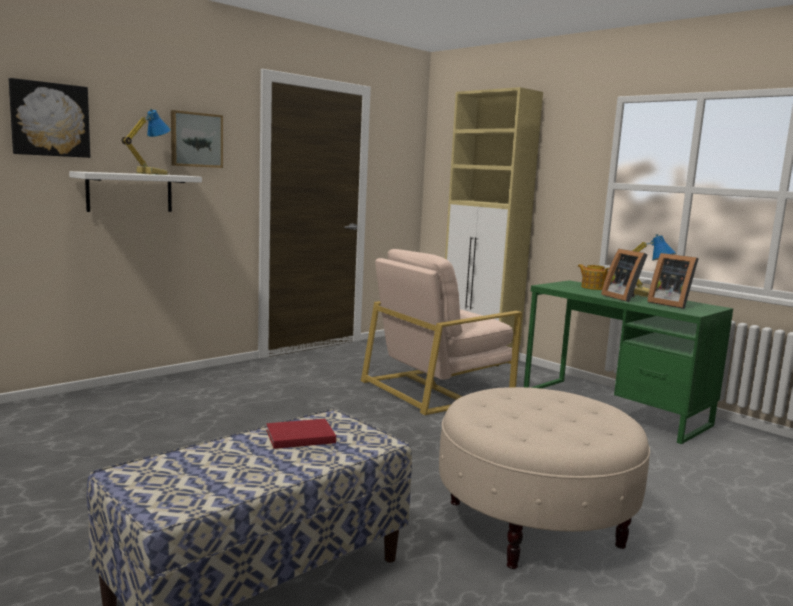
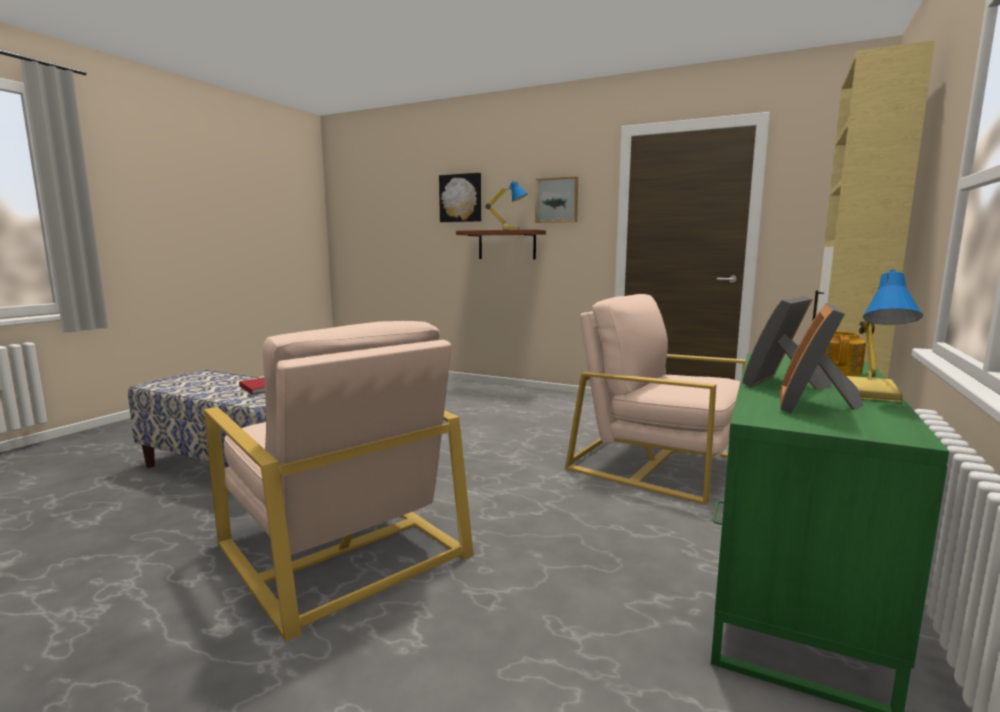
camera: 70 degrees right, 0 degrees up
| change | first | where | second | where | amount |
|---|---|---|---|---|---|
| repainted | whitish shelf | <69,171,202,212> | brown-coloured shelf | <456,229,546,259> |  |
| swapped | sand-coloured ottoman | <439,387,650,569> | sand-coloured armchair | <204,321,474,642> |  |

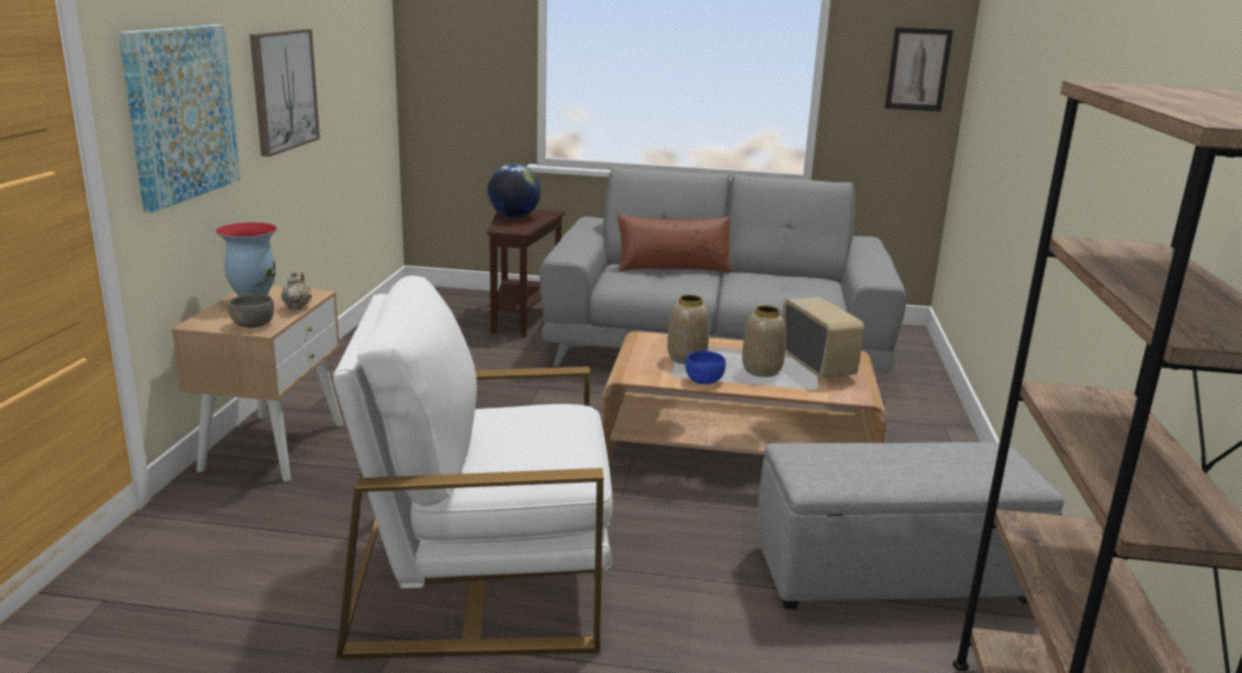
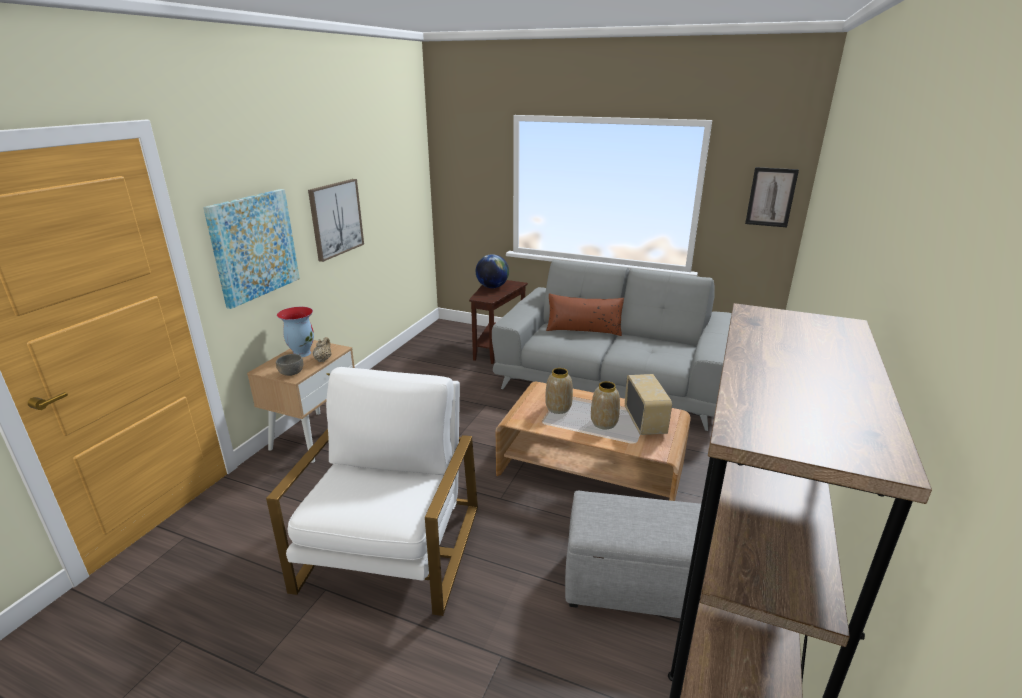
camera: 15 degrees right, 5 degrees up
| change | first | where | second | where | amount |
|---|---|---|---|---|---|
| rotated | whitish armchair | <333,276,613,659> |  | <266,367,478,616> | 90 degrees clockwise |
| gone | blue bowl | <685,351,726,384> |  |  |  |

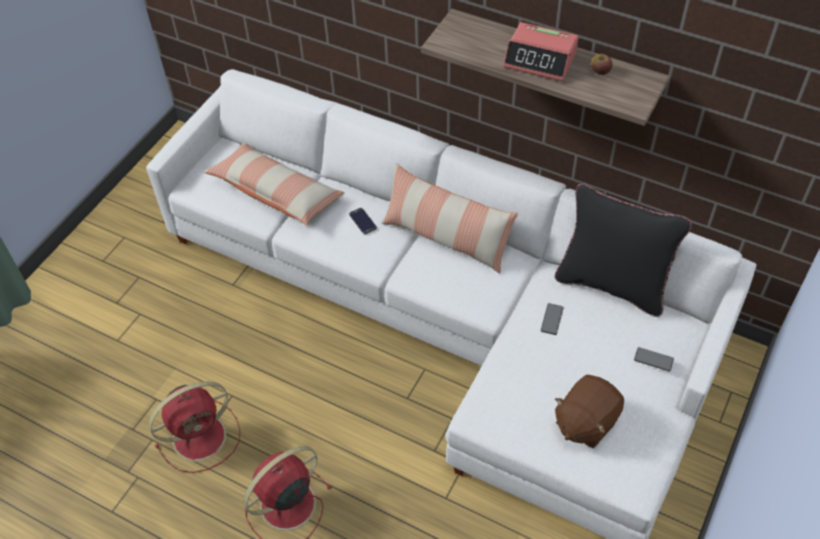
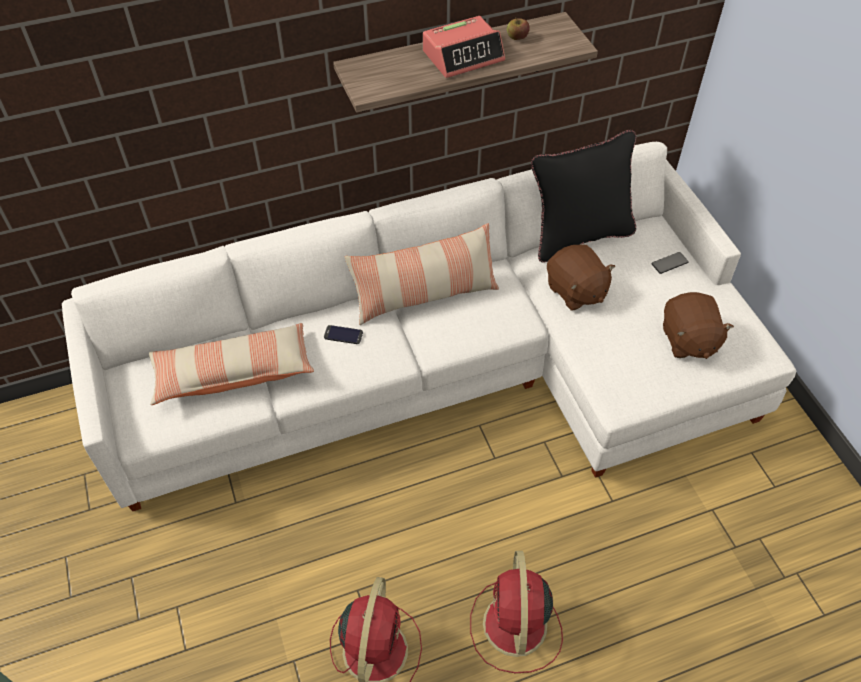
camera: 50 degrees left, 0 degrees up
| change | first | where | second | where | amount |
|---|---|---|---|---|---|
| swapped | telephone | <541,303,563,335> | brown-coloured plush toy | <547,244,615,311> |  |

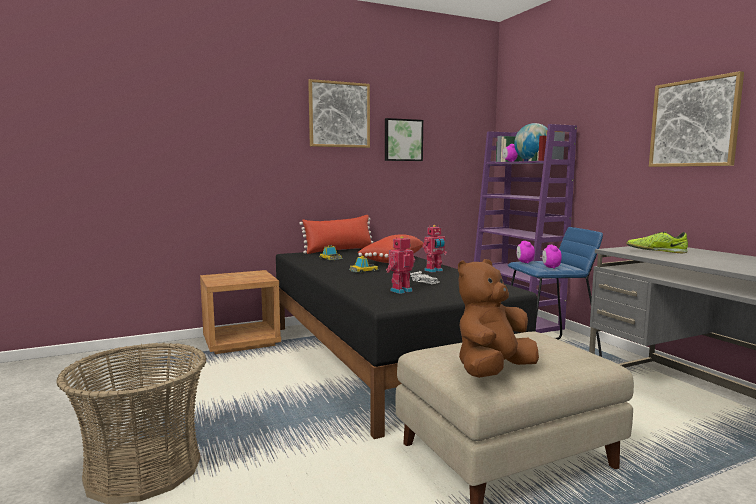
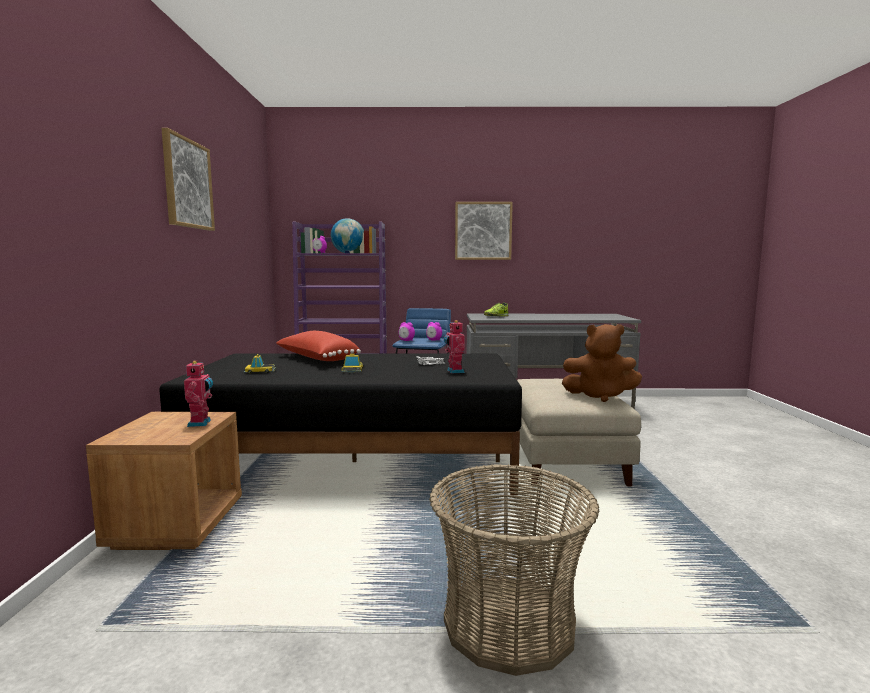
camera: 65 degrees left, 0 degrees up
| change | first | where | second | where | amount |
|---|---|---|---|---|---|
| gone | wall art | <385,118,423,161> |  |  |  |
| gone | red throw pillow | <299,215,373,254> |  |  |  |
| shifted | toy robot | <423,225,447,273> |  | <184,360,213,427> |  |
| rotated | brown-coloured plush toy | <458,259,539,378> |  | <562,324,642,402> | 60 degrees counterclockwise |

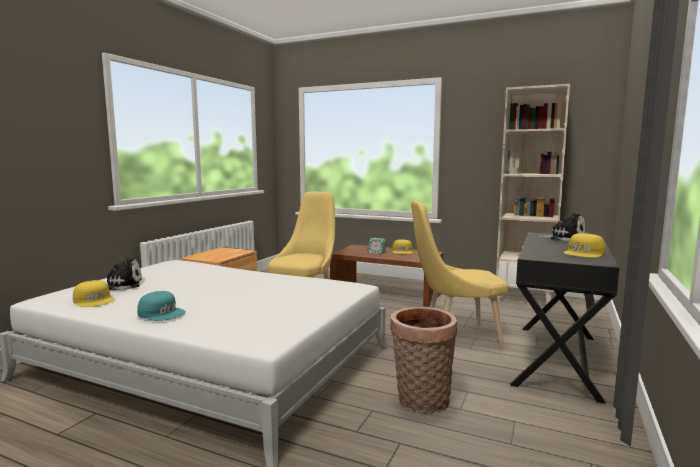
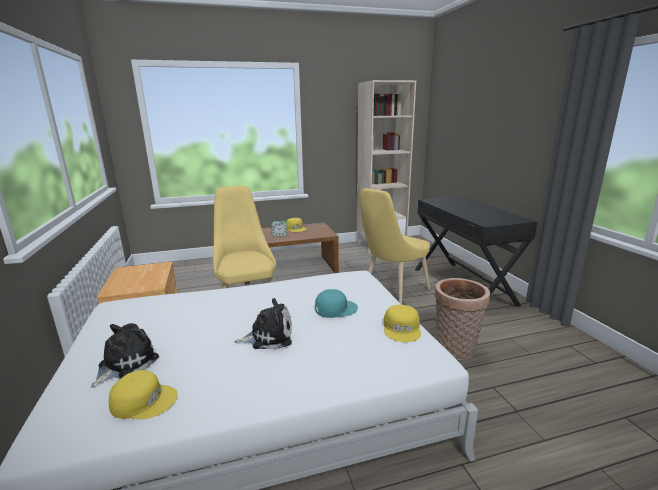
camera: 40 degrees left, 10 degrees up
| change | first | where | second | where | amount |
|---|---|---|---|---|---|
| shifted | plush toy | <537,213,586,242> |  | <234,298,292,350> |  |
| shifted | yellow cap | <563,233,605,258> |  | <384,305,421,342> |  |
| shifted | blue-green cap | <137,291,186,321> |  | <315,289,358,318> |  |

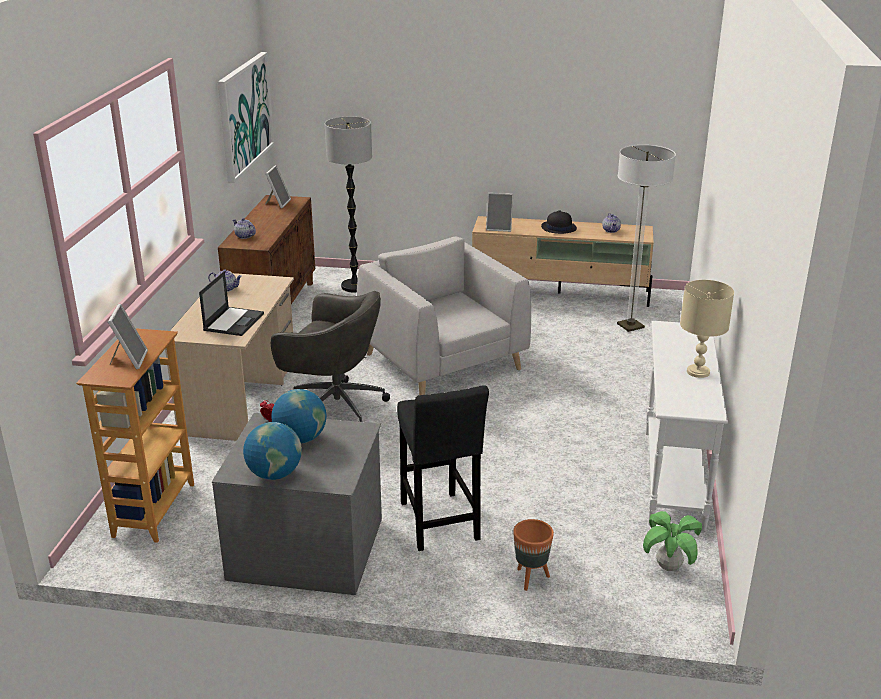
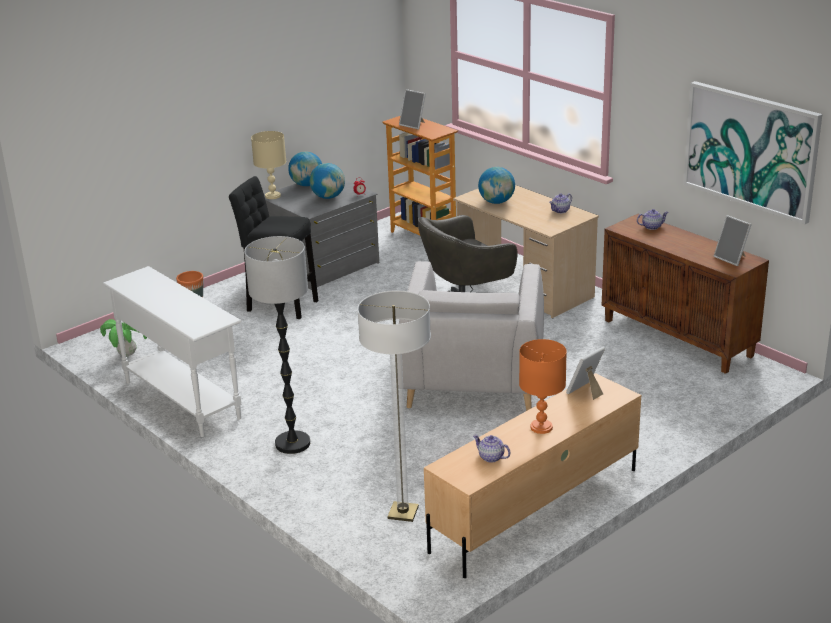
camera: 130 degrees right, 0 degrees up
| change | first | where | second | where | amount |
|---|---|---|---|---|---|
| shifted | standing lamp | <325,117,372,293> |  | <244,236,310,454> |  |
| swapped | black-coloured hat | <541,210,577,234> | orange lamp for a table | <519,339,567,434> |  |
| rotated | grey armchair | <357,237,531,395> |  | <399,261,544,411> | 90 degrees clockwise |
| swapped | laptop | <199,271,264,336> | world globe | <478,167,515,204> |  |
| shifted | sand-coloured lamp for a table | <680,280,734,378> |  | <251,131,286,199> |  |

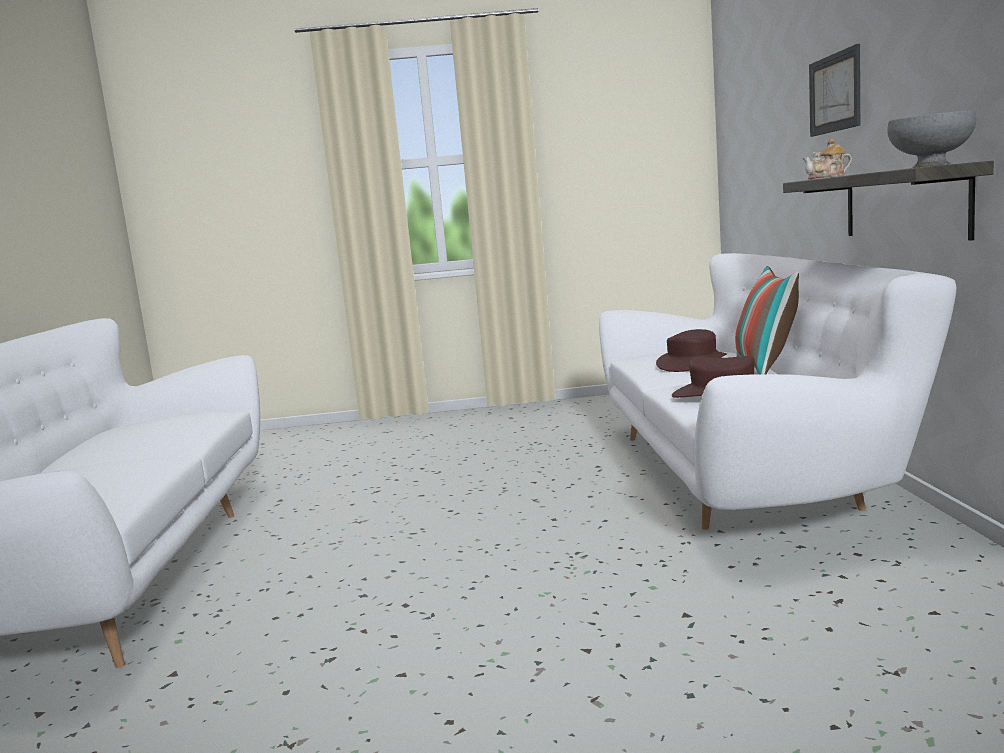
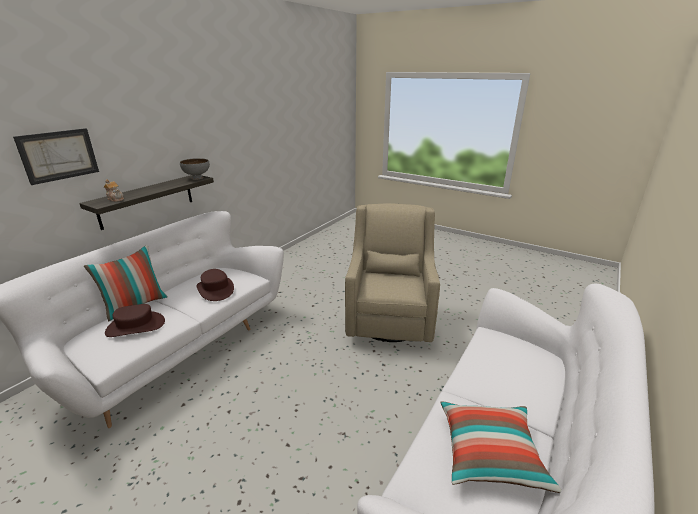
camera: 145 degrees left, 15 degrees up
| change | first | where | second | where | amount |
|---|---|---|---|---|---|
| new |  |  | sand-coloured armchair | <345,203,440,342> |  |
| new |  |  | throw pillow | <440,401,561,493> |  |

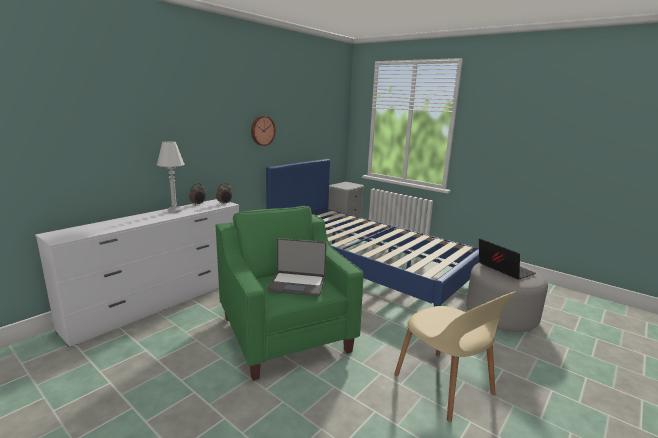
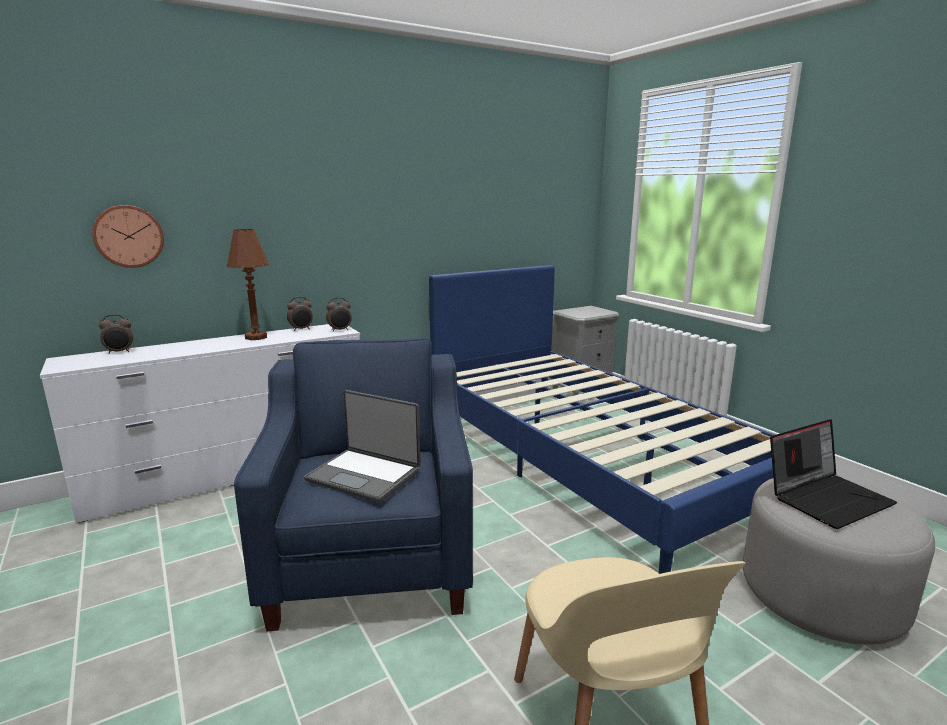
camera: 20 degrees right, 0 degrees up
| change | first | where | second | where | amount |
|---|---|---|---|---|---|
| shifted | clock on the wall | <251,116,276,146> |  | <92,205,164,268> |  |
| repainted | whitish lamp for a table | <157,141,185,213> | brown-coloured lamp for a table | <226,229,269,340> |  |
| repainted | green armchair | <216,206,364,381> | blue armchair | <234,338,473,631> |  |
| rotated | laptop | <479,238,536,280> |  | <770,419,897,529> | 75 degrees clockwise |
| new |  |  | table clock | <99,314,133,354> |  |

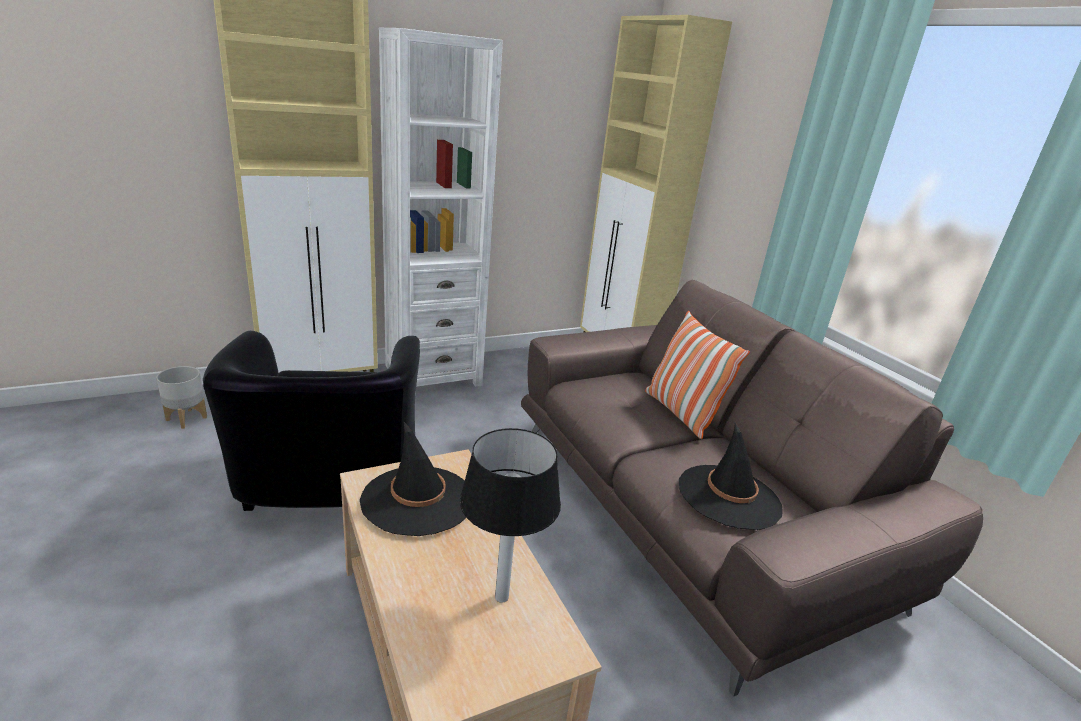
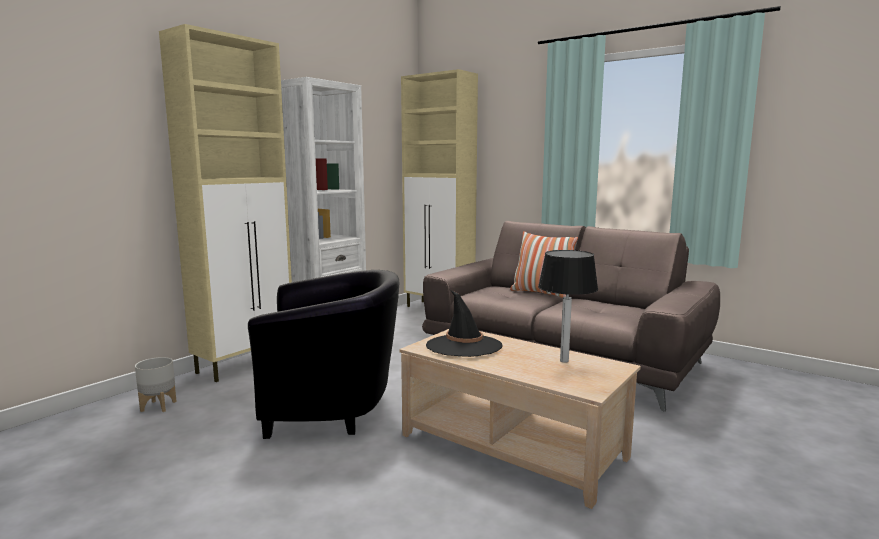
camera: 25 degrees left, 15 degrees down
| change | first | where | second | where | amount |
|---|---|---|---|---|---|
| rotated | black-coloured armchair | <203,331,420,511> |  | <248,270,399,439> | 60 degrees counterclockwise |
| gone | black-coloured hat | <679,422,783,530> |  |  |  |

